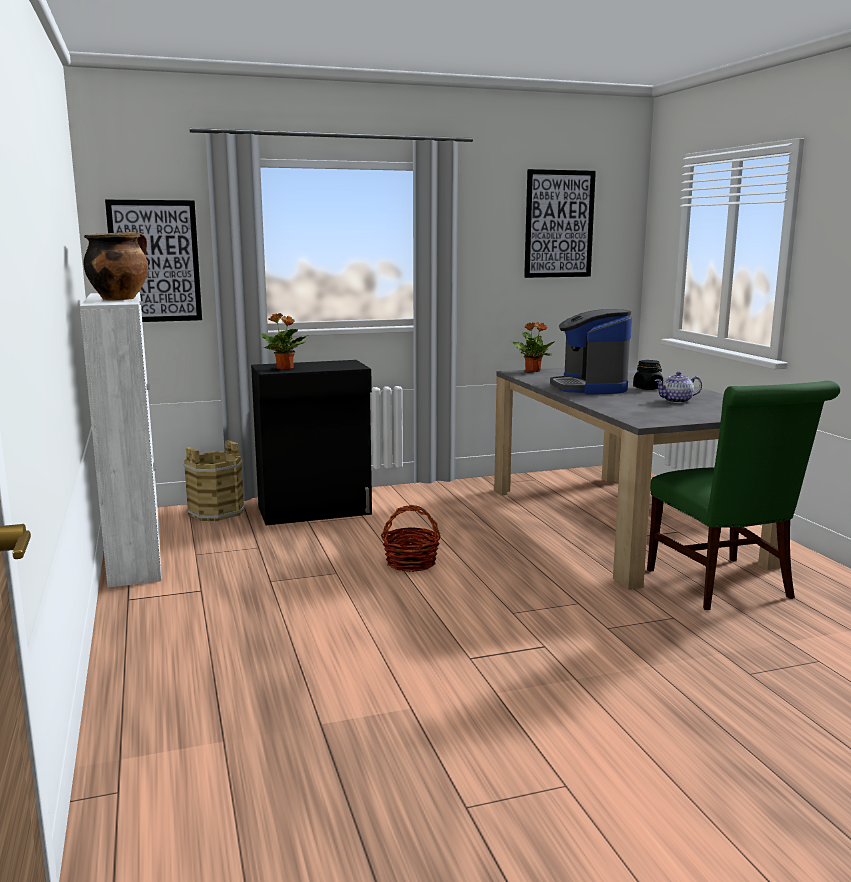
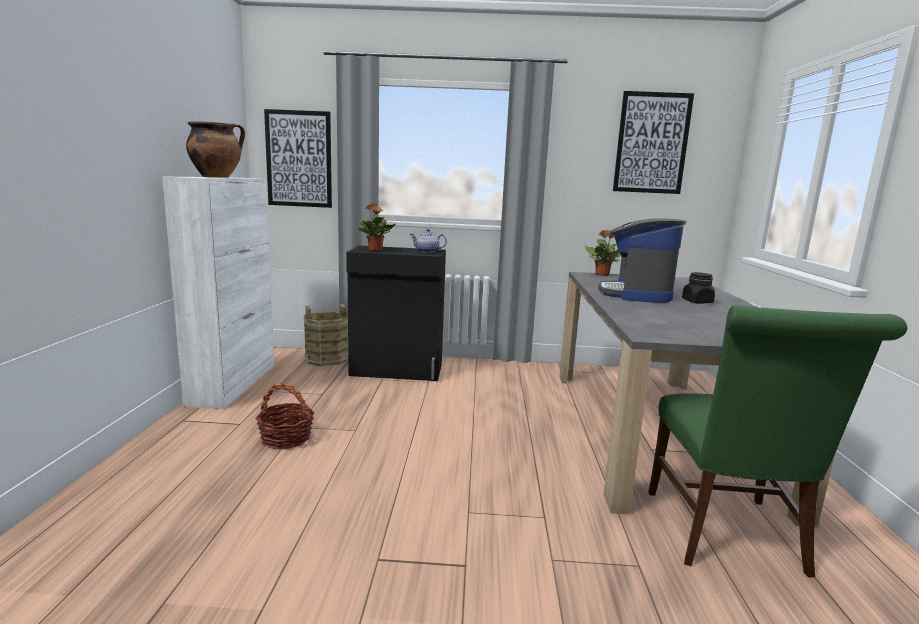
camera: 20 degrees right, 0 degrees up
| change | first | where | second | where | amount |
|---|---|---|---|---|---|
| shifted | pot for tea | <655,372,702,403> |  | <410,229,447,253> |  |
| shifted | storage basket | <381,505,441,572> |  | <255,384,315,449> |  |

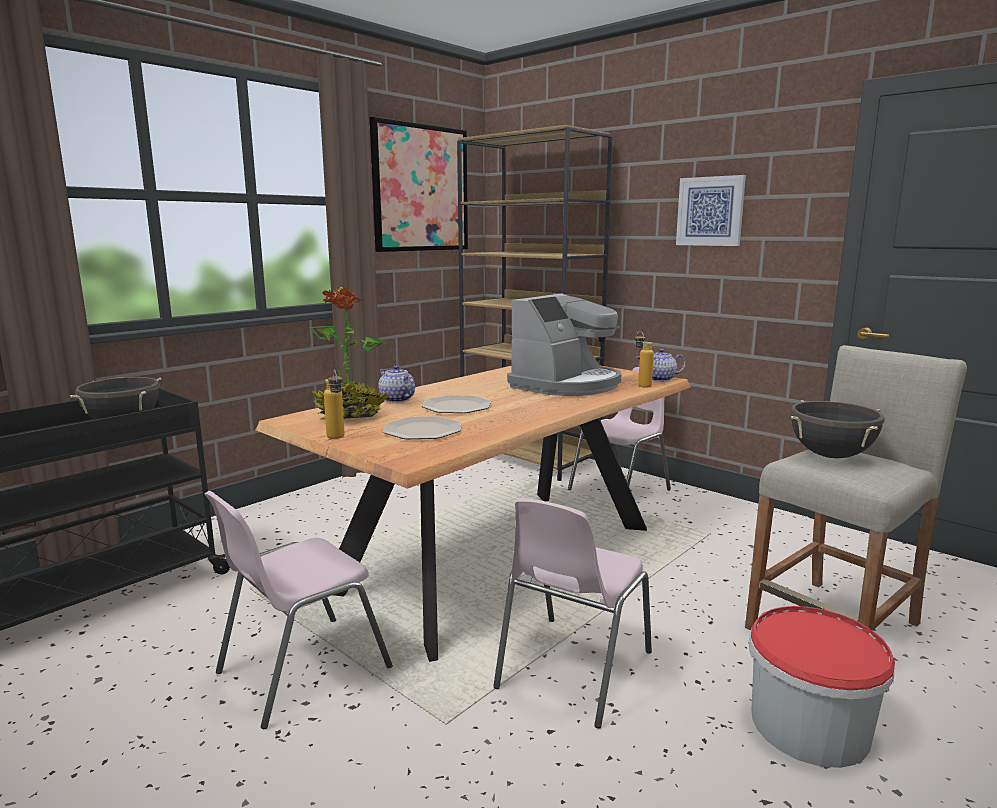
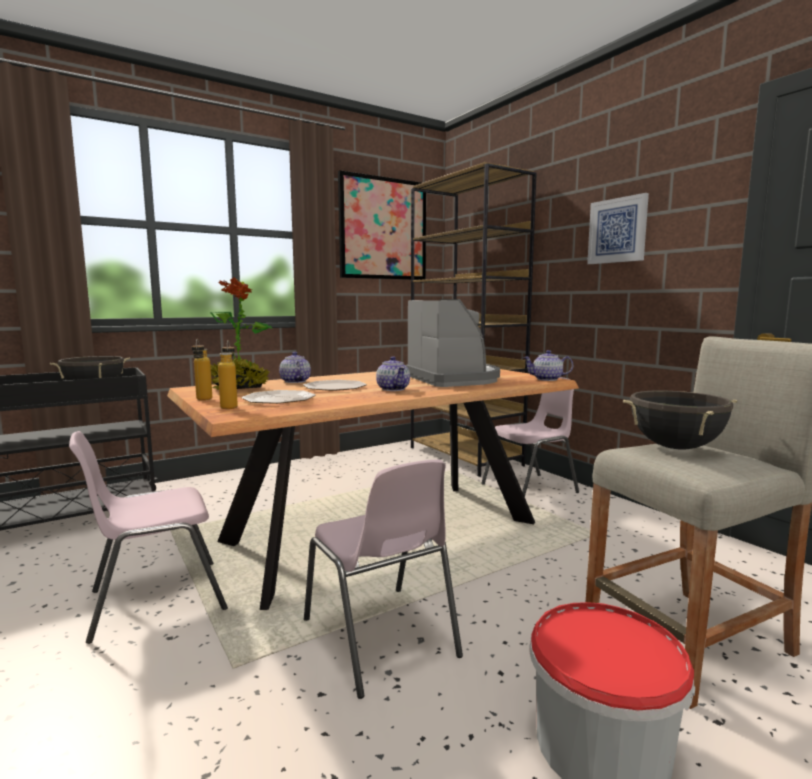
camera: 15 degrees right, 5 degrees down
| change | first | where | second | where | amount |
|---|---|---|---|---|---|
| rotated | coffee machine | <507,293,621,396> |  | <405,299,500,387> | 75 degrees counterclockwise |
| shifted | drink bottle | <635,331,654,388> |  | <218,340,238,409> |  |
| rotated | pink-coloured plain chair | <493,498,652,729> |  | <304,460,463,699> | 75 degrees counterclockwise |
| new |  |  | pot for tea | <376,356,410,391> |  |

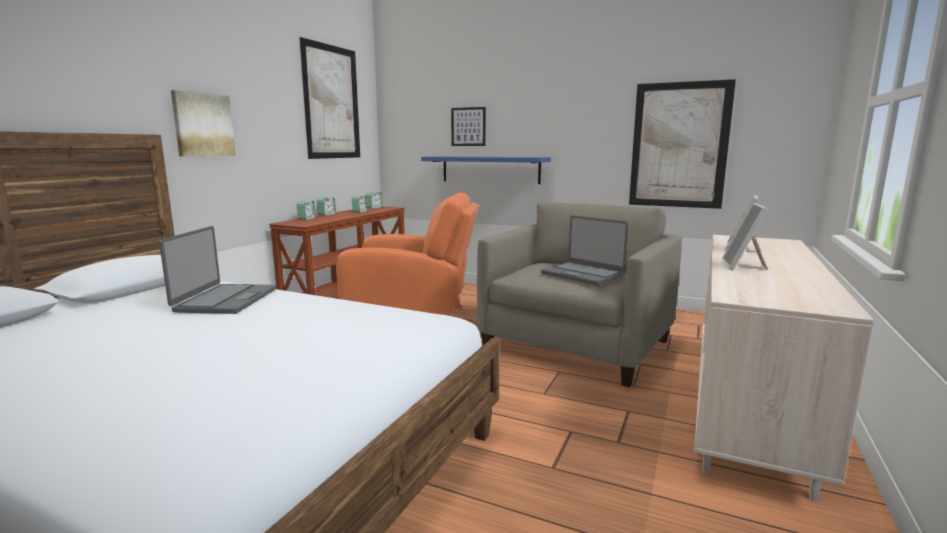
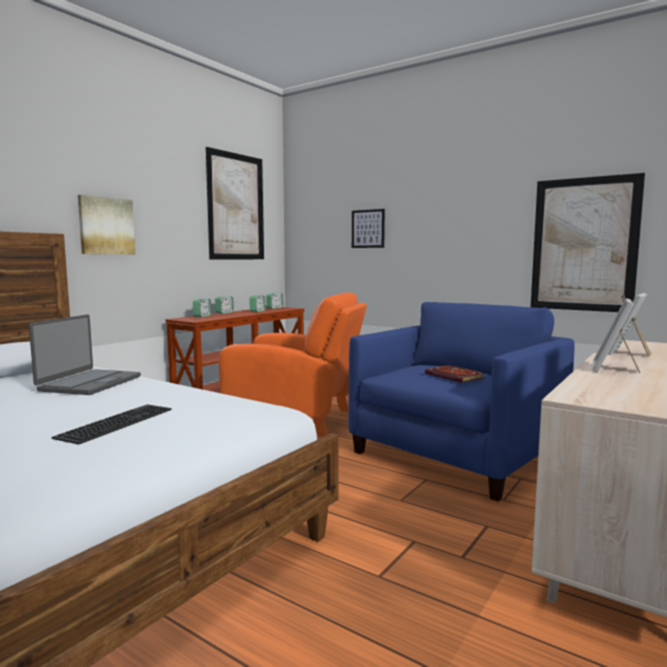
camera: 10 degrees right, 5 degrees down
| change | first | where | second | where | amount |
|---|---|---|---|---|---|
| gone | blue shelf | <421,156,551,184> |  |  |  |
| repainted | sand-coloured armchair | <477,202,682,387> | blue armchair | <348,302,575,501> |  |
| swapped | laptop | <541,215,629,285> | book | <425,365,485,383> |  |
| new |  |  | PC keyboard | <52,404,172,445> |  |

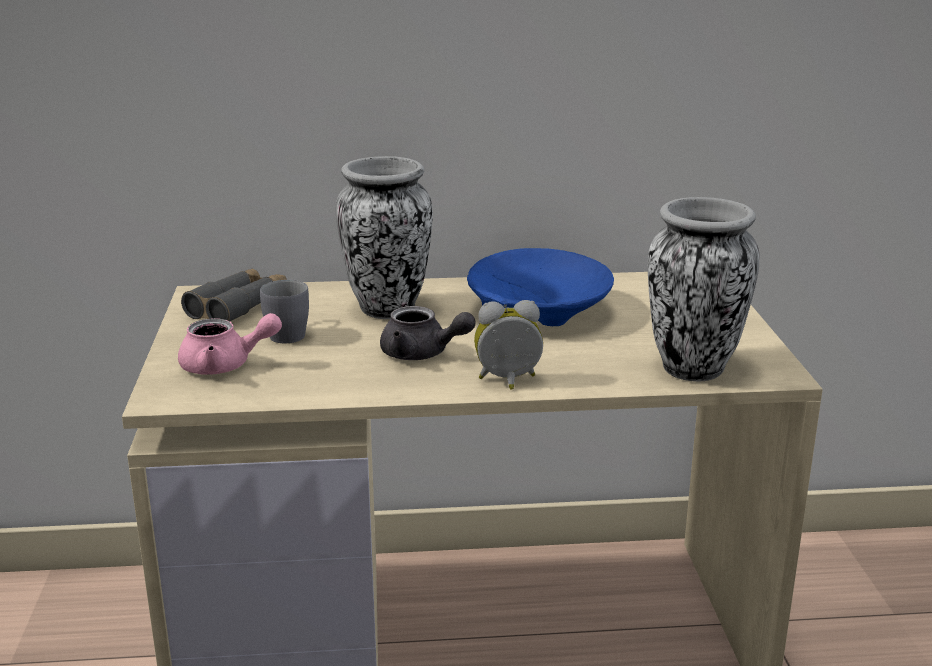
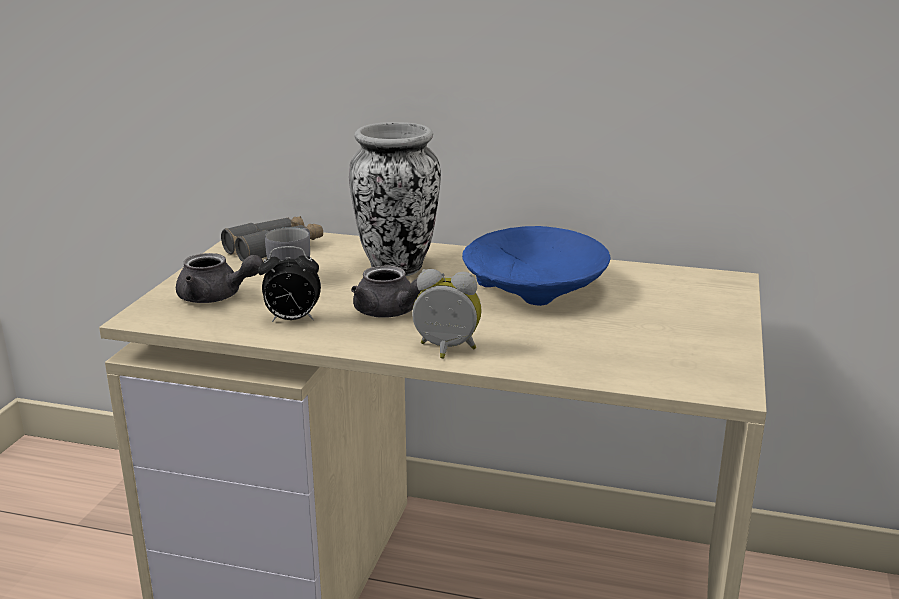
camera: 20 degrees right, 0 degrees up
| change | first | where | second | where | amount |
|---|---|---|---|---|---|
| gone | vase | <648,197,760,382> |  |  |  |
| repainted | pink-coloured pot for tea | <178,313,282,375> | grey pot for tea | <176,253,263,303> |  |
| new |  |  | table clock | <258,246,321,322> |  |

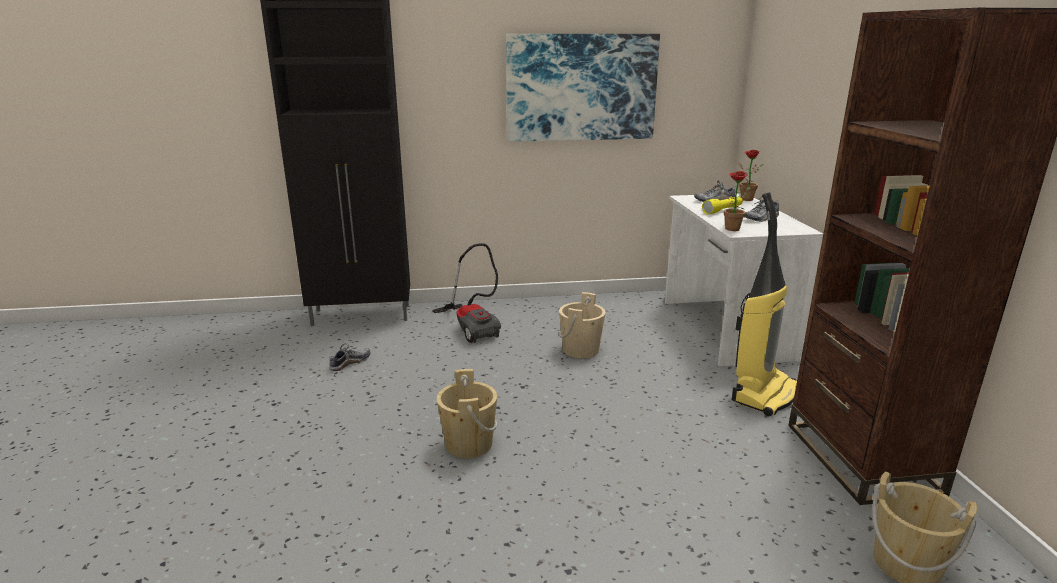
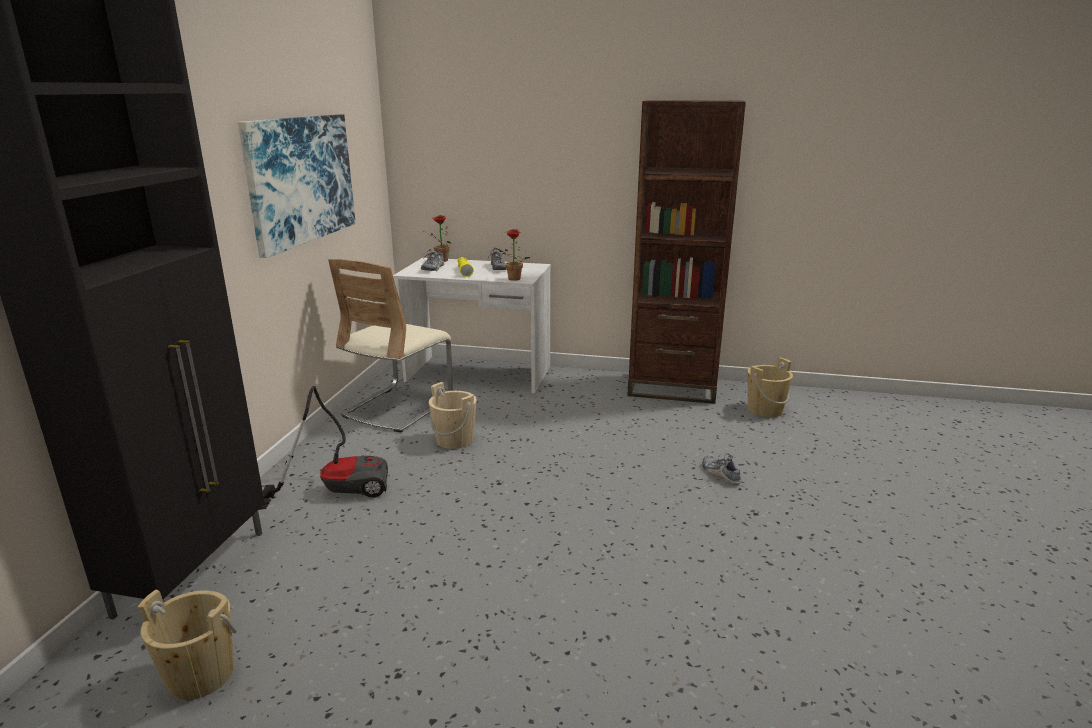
camera: 70 degrees left, 0 degrees up
| change | first | where | second | where | amount |
|---|---|---|---|---|---|
| gone | hoover | <732,192,797,416> |  |  |  |
| shifted | item of footwear | <329,343,371,371> |  | <702,453,741,485> |  |
| shifted | sand-coloured water bucket | <436,369,497,458> |  | <138,590,237,700> |  |
| new |  |  | sand-coloured plain chair | <328,259,453,432> |  |

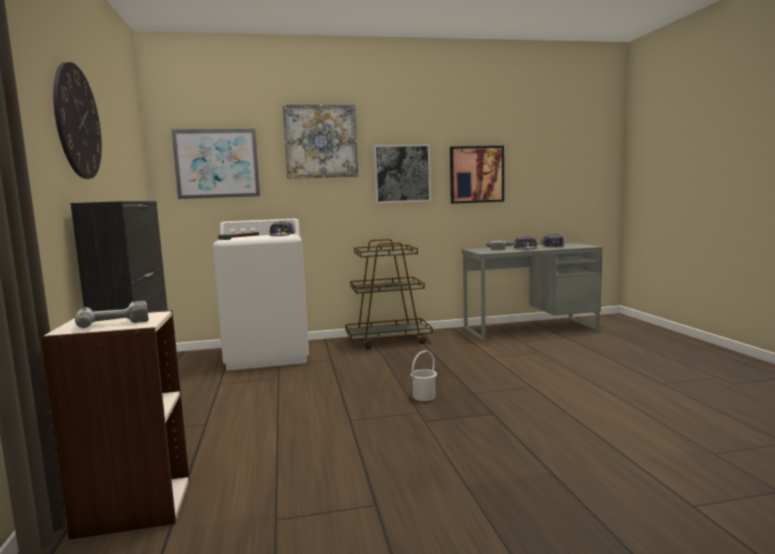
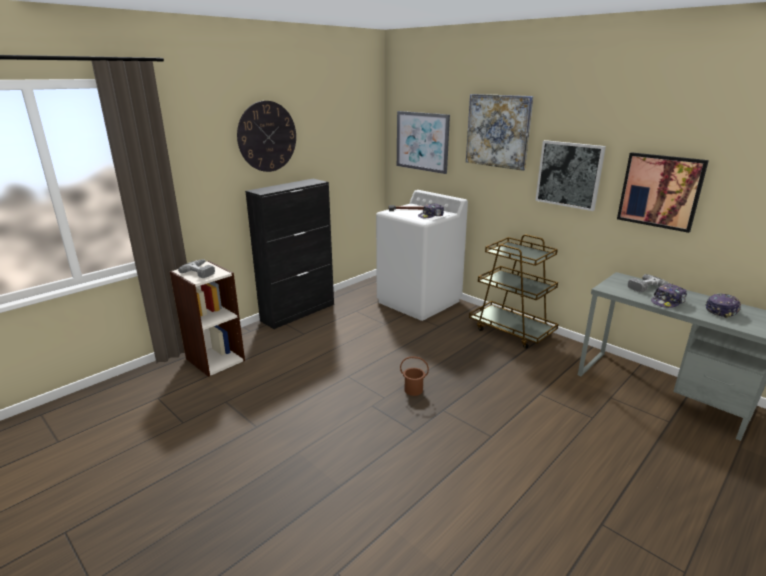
camera: 55 degrees right, 15 degrees up
| change | first | where | second | where | amount |
|---|---|---|---|---|---|
| repainted | whitish water bucket | <411,350,437,401> | brown-coloured water bucket | <400,356,429,396> |  |

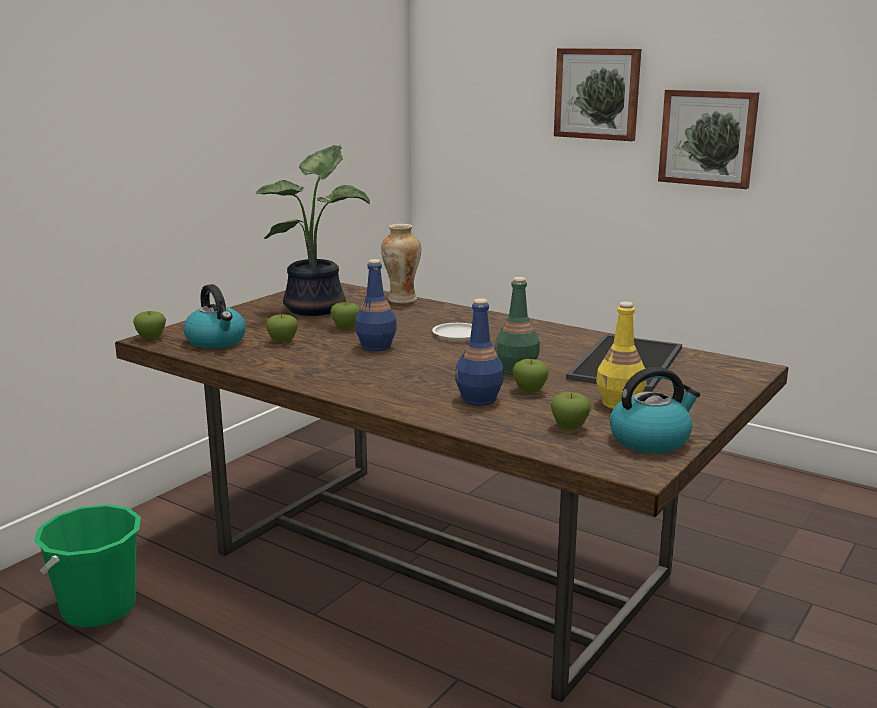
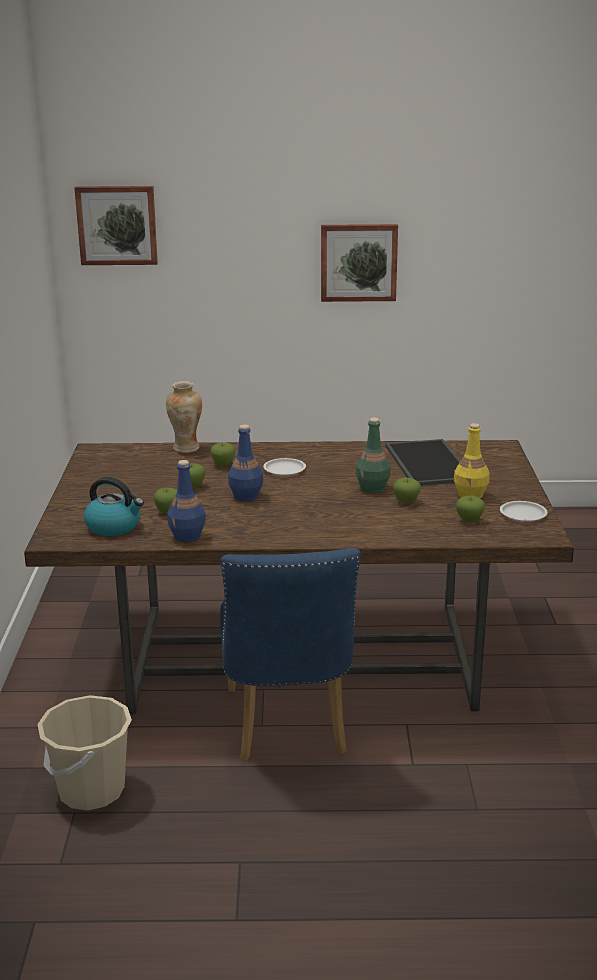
camera: 35 degrees left, 5 degrees up
| change | first | where | second | where | amount |
|---|---|---|---|---|---|
| shifted | wall art | <554,48,641,141> |  | <74,186,158,265> |  |
| gone | potted plant | <256,145,370,316> |  |  |  |
| shifted | blue drink bottle | <455,298,504,406> |  | <167,460,206,542> |  |
| shifted | apple | <133,311,166,339> |  | <210,443,236,466> |  |
| swapped | water kettle | <610,367,700,453> | whitish dinner plate | <500,501,548,522> |  |
| repainted | green water bucket | <34,505,141,627> | sand-coloured water bucket | <37,695,132,810> |  |
| new |  |  | blue plain chair | <220,548,361,761> |  |

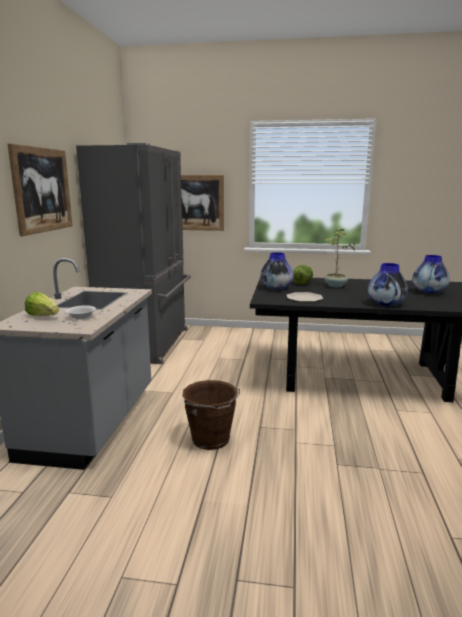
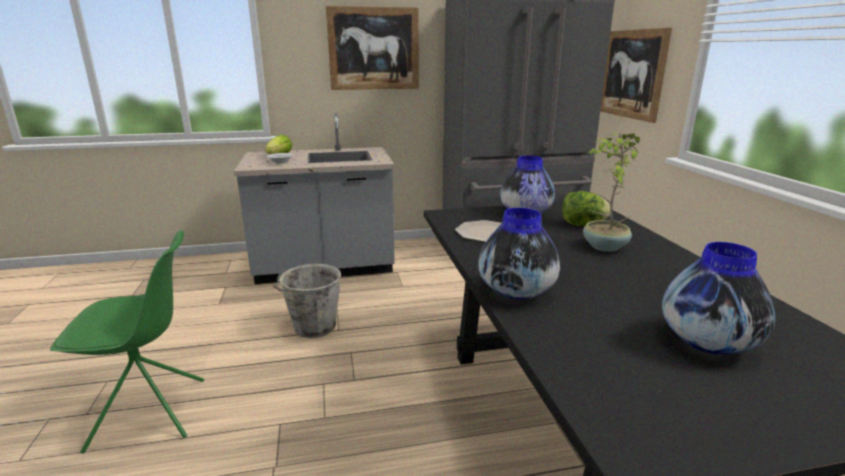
camera: 70 degrees right, 5 degrees up
| change | first | where | second | where | amount |
|---|---|---|---|---|---|
| repainted | brown-coloured water bucket | <182,380,240,450> | grey water bucket | <273,264,341,338> |  |
| new |  |  | green plain chair | <50,230,204,453> |  |

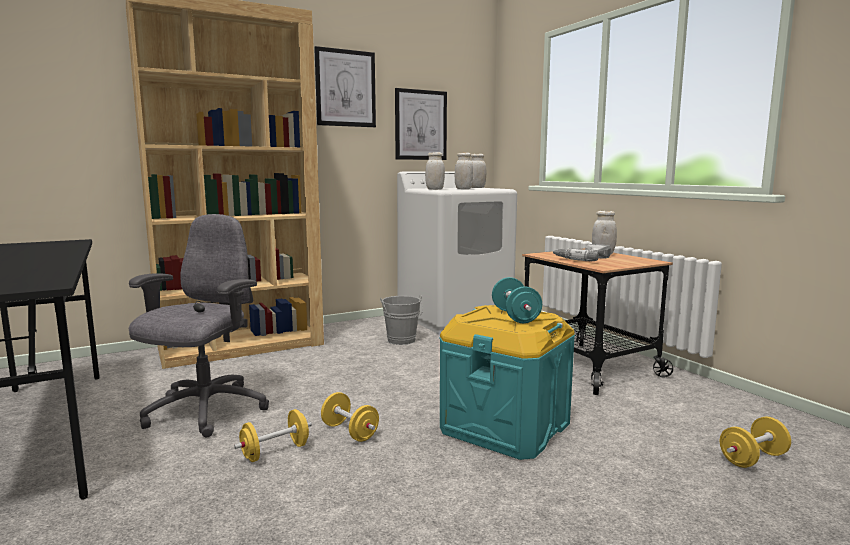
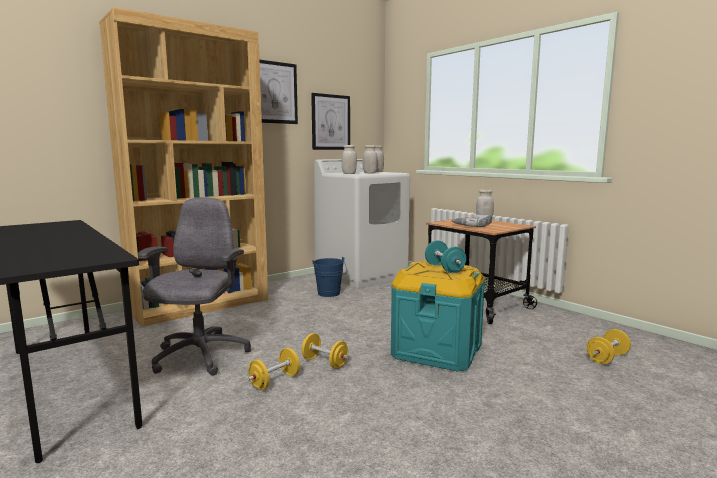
camera: 10 degrees left, 0 degrees up
| change | first | where | second | where | amount |
|---|---|---|---|---|---|
| repainted | grey water bucket | <380,295,423,345> | blue water bucket | <312,257,347,297> |  |

